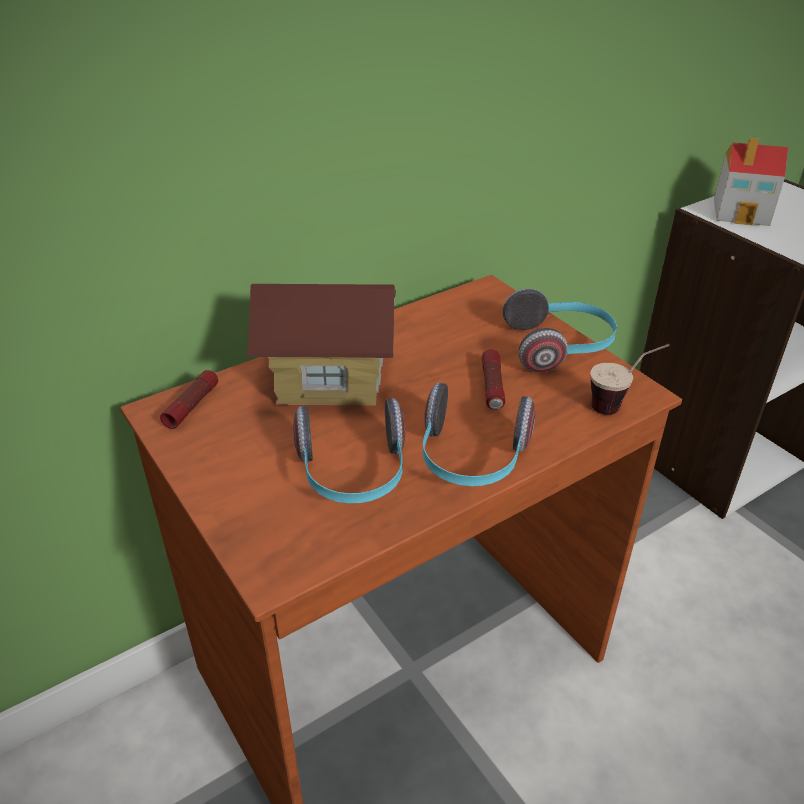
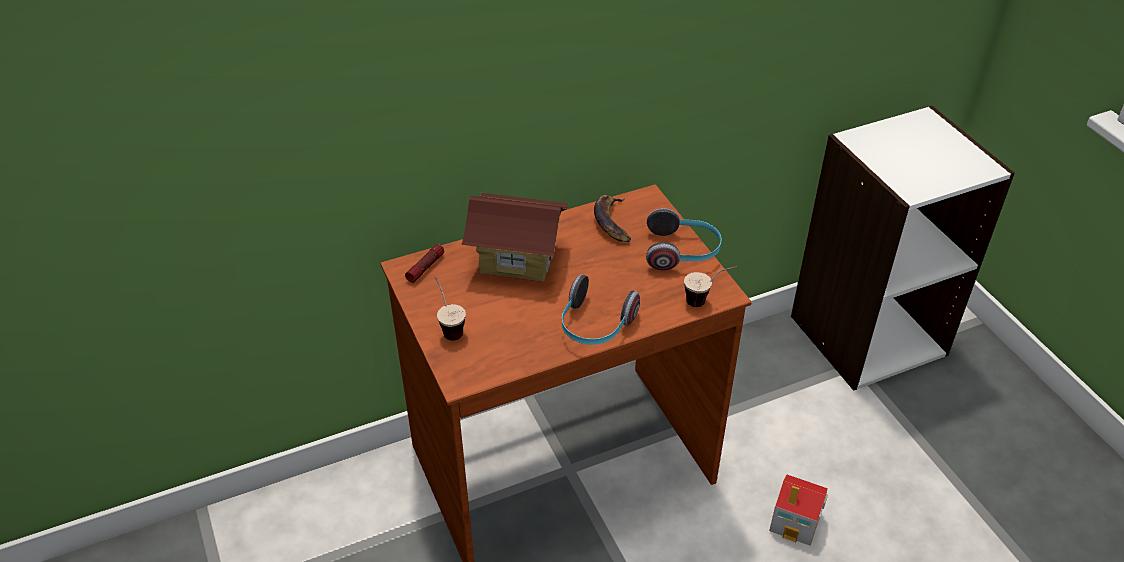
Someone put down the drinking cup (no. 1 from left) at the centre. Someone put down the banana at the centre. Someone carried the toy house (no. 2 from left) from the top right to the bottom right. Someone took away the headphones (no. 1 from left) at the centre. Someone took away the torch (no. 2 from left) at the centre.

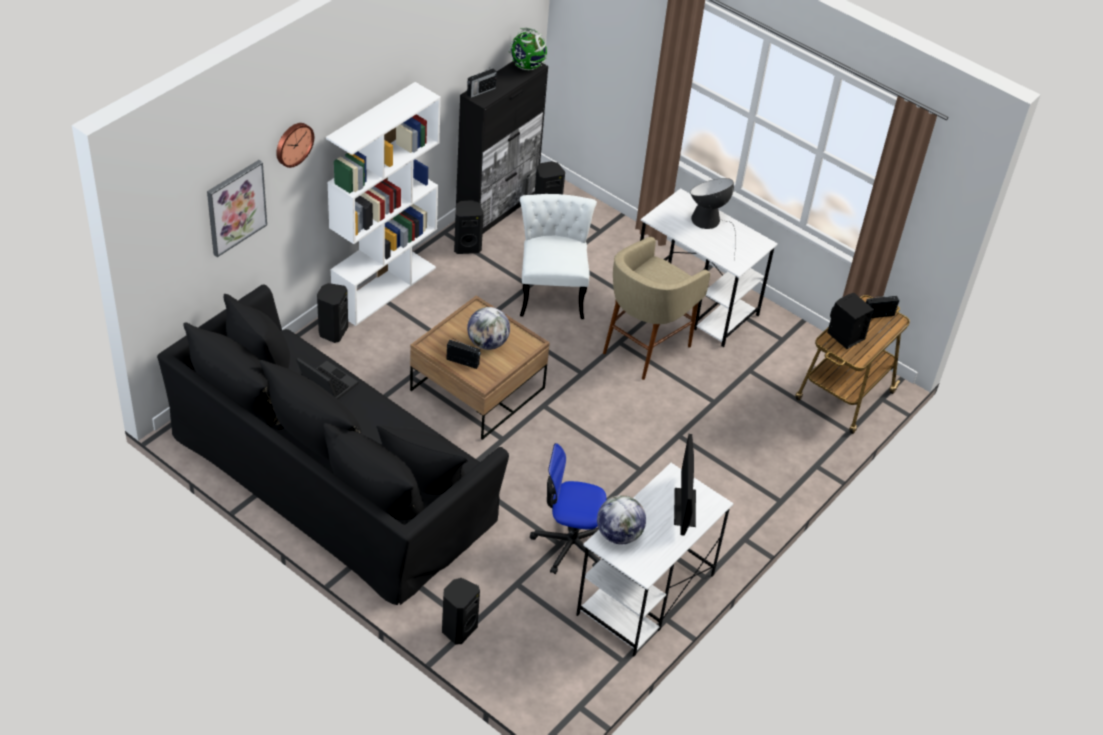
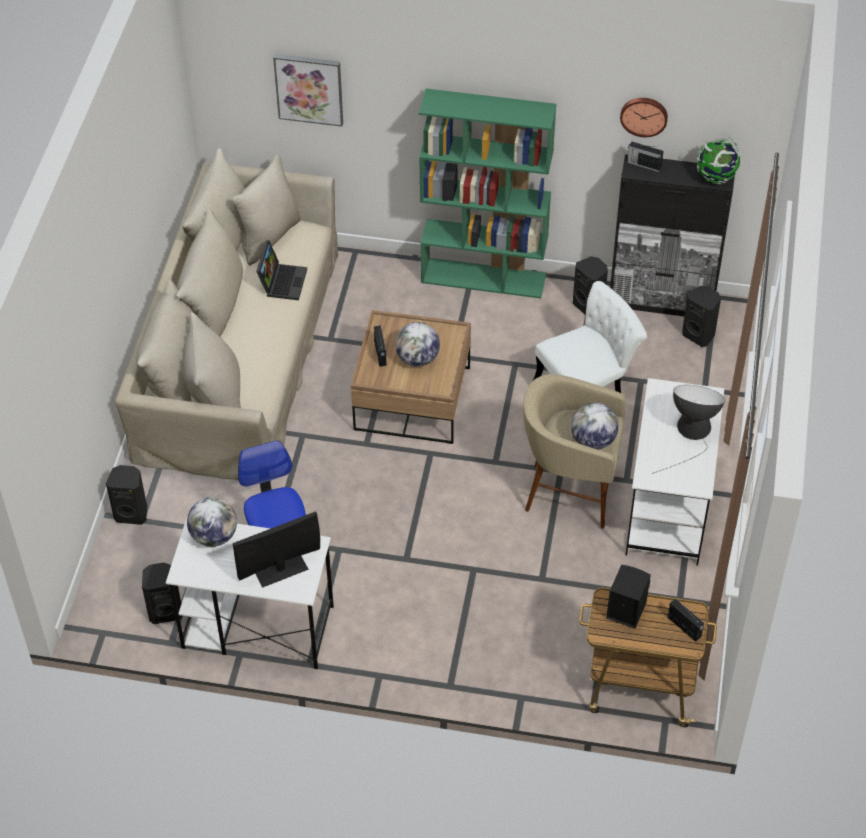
Someone repainted the black couch at the middle left, which became the beige couch at the middle left. Someone carried the black speaker (no. 1 from left in the first image) from the middle left to the bottom left. Someone repainted the white-coloured bookcase at the top centre, which became the green bookcase at the top centre. Someone put down the world globe (no. 3 from left) at the middle right. Someone carried the wall clock from the top left to the top right.

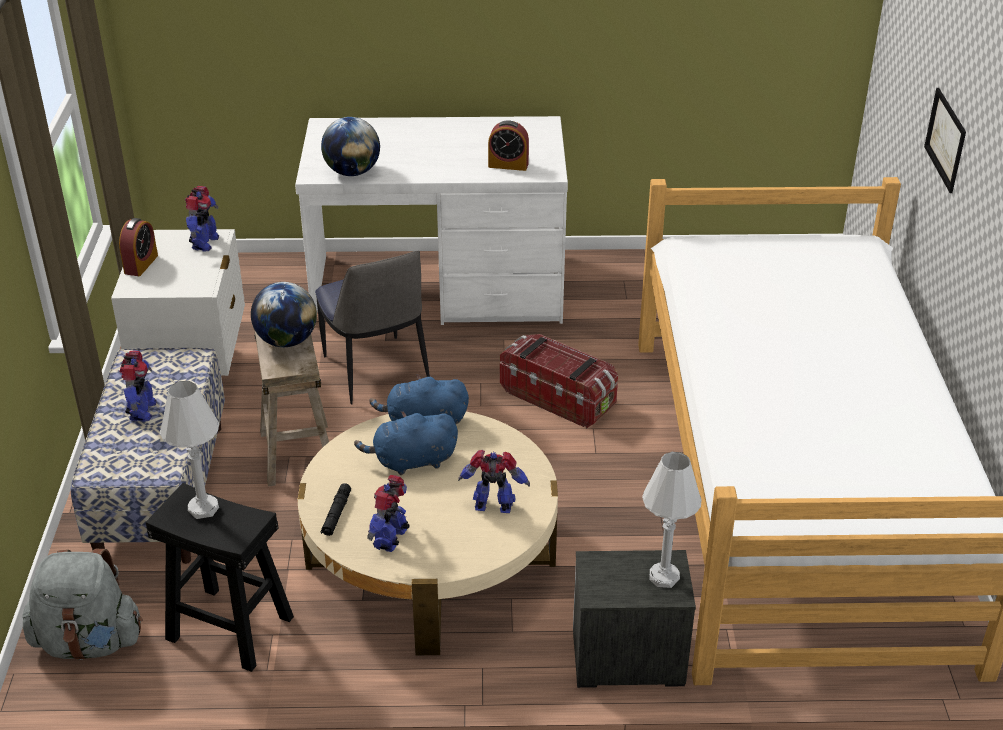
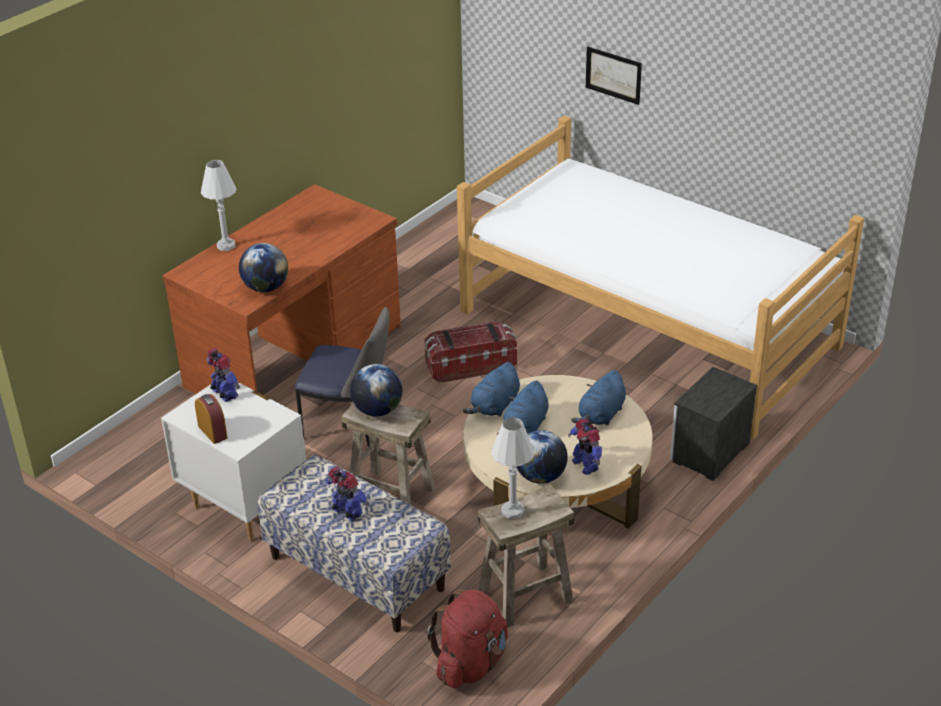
Someone repainted the white-coloured desk table at the top centre, which became the brownish desk table at the middle left. Someone carried the white-coloured table lamp (no. 2 from left in the first image) from the bottom right to the top left. Someone repainted the greyish backpack at the bottom left, which became the red backpack at the bottom centre. Someone repainted the black stool seat at the bottom left, which became the beige stool seat (no. 2 from left) at the bottom centre. Someone swapped the black torch at the bottom centre for the world globe (no. 3 from left) at the centre. Someone swapped the model robot (no. 4 from left) at the centre for the bluish cuddly toy (no. 3 from left) at the centre. Someone took away the bedside clock (no. 2 from left) at the top centre.

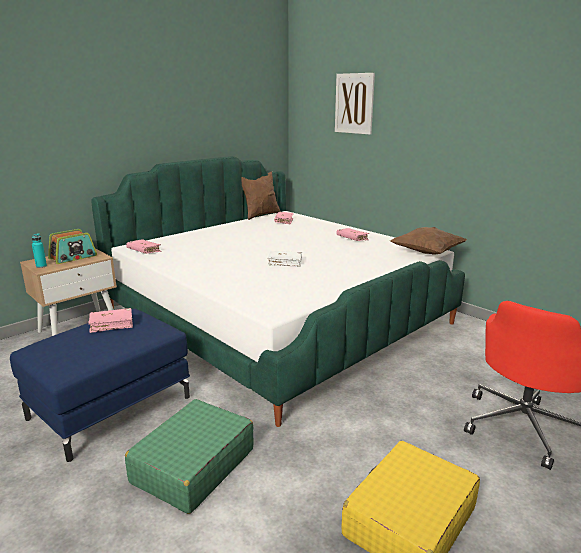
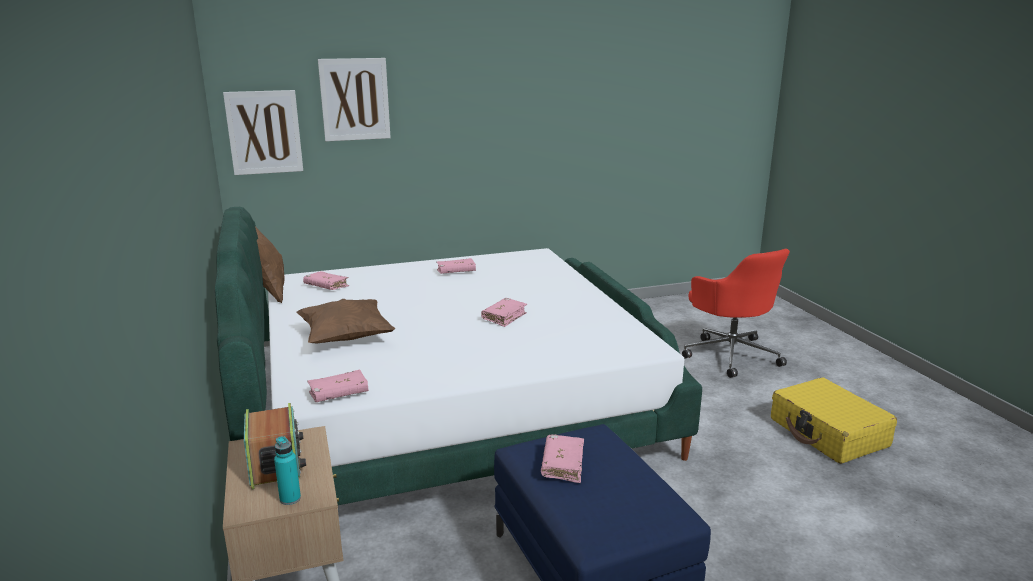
Someone put up the wall art (no. 1 from left) at the top left. Someone carried the brownish throw pillow (no. 2 from left) from the middle right to the centre. Someone repainted the white-coloured book at the centre, which became the pinkish book (no. 4 from left) at the centre. Someone took away the green suitcase at the bottom left.

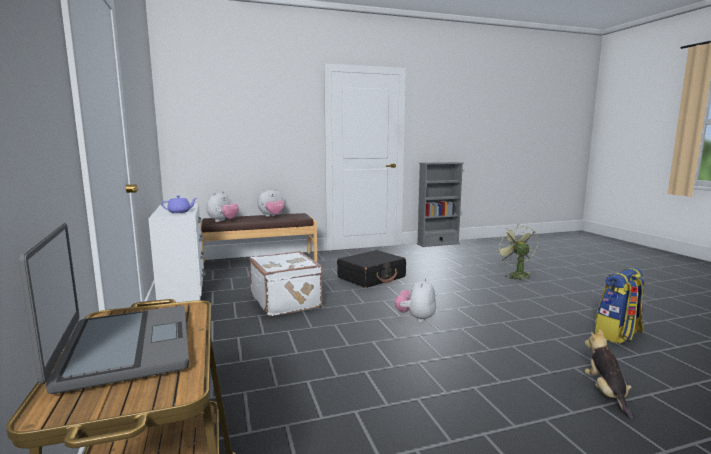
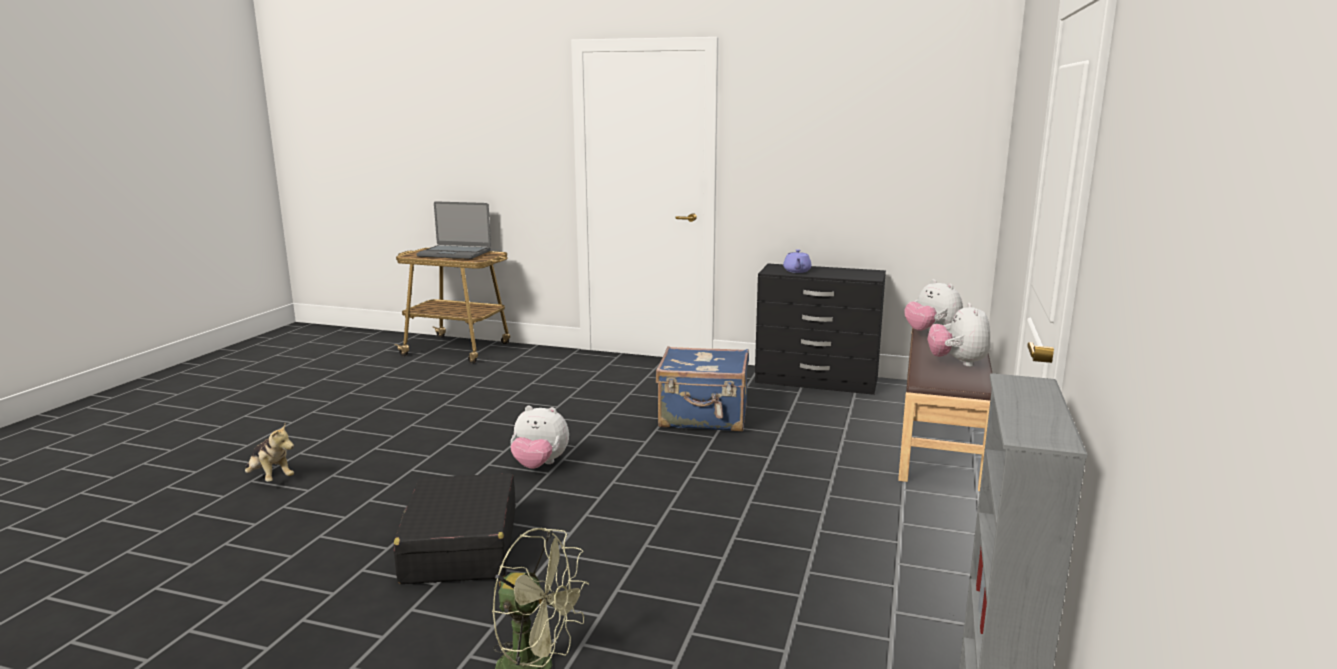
Someone carried the black suitcase from the centre to the bottom centre. Someone rotated the cuddly toy (no. 3 from left in the first image) at the centre by 135 degrees clockwise. Someone repainted the white-coloured suitcase at the centre, which became the bluish suitcase at the centre. Someone repainted the white-coloured dresser at the middle left, which became the black dresser at the centre. Someone took away the backpack at the bottom right.

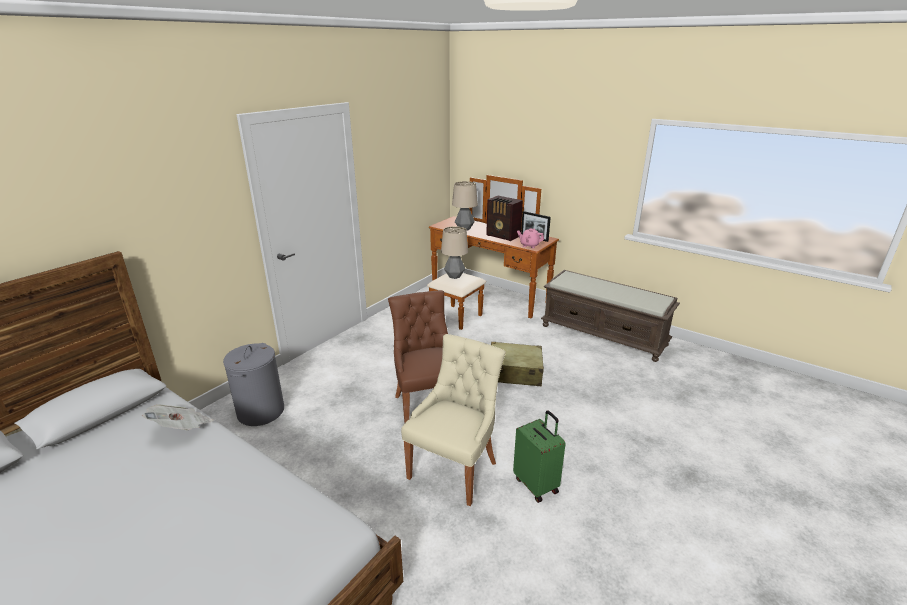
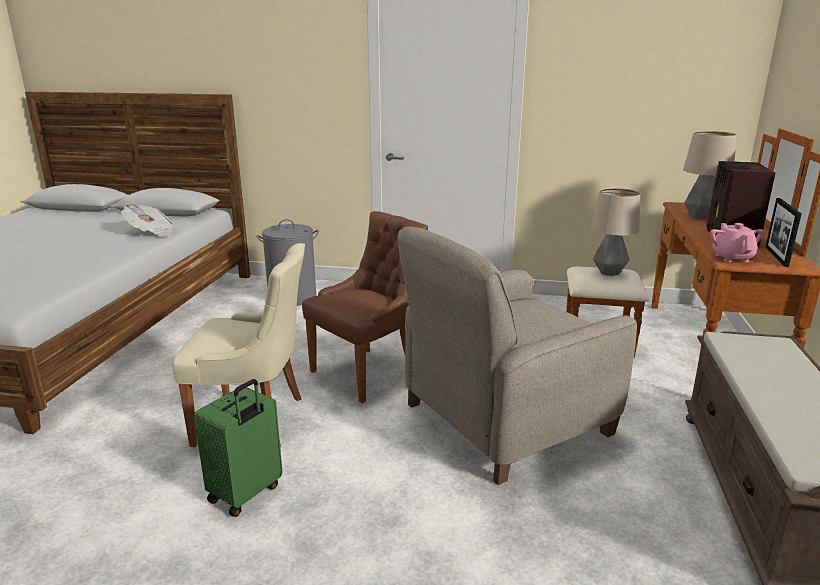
Someone swapped the beige suitcase at the centre for the beige armchair at the centre.

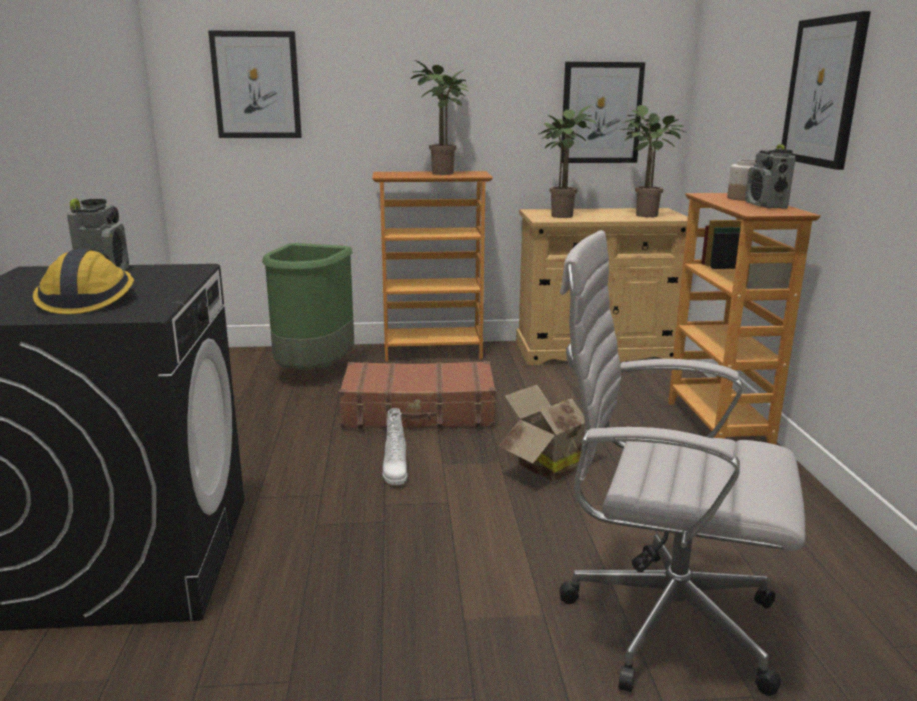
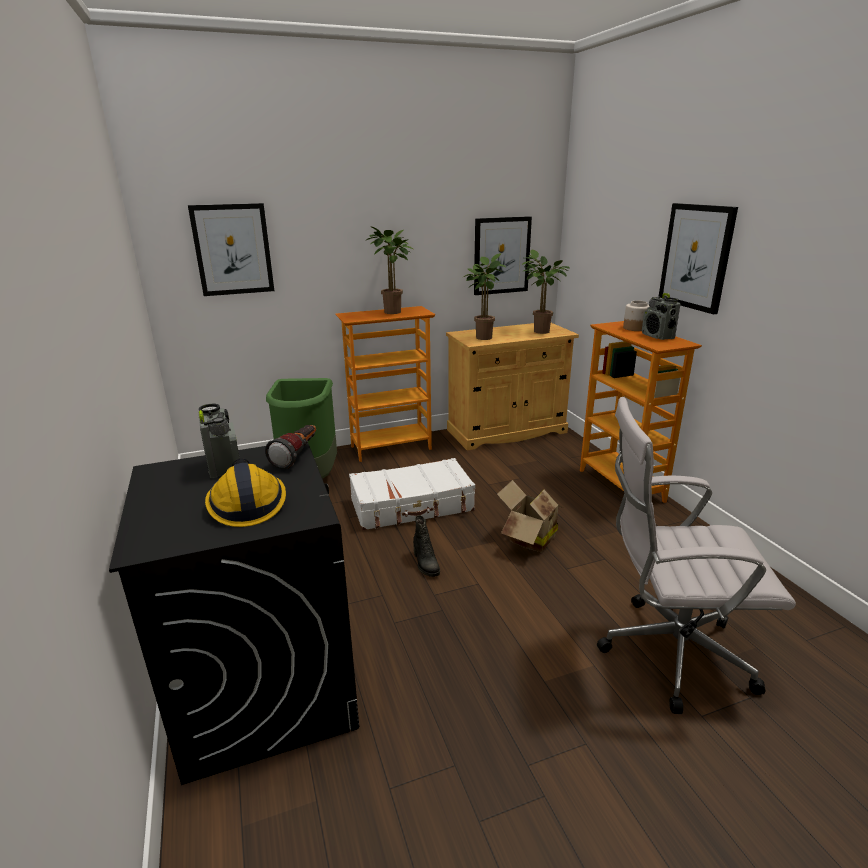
Someone put down the torch at the centre. Someone repainted the brownish suitcase at the centre, which became the white-coloured suitcase at the centre. Someone repainted the white-coloured boot at the centre, which became the black boot at the centre.

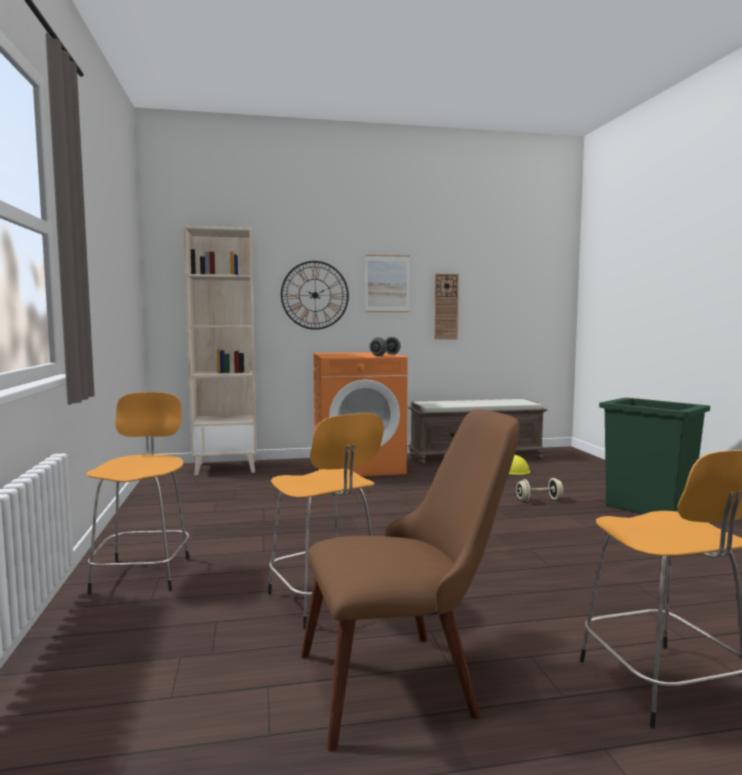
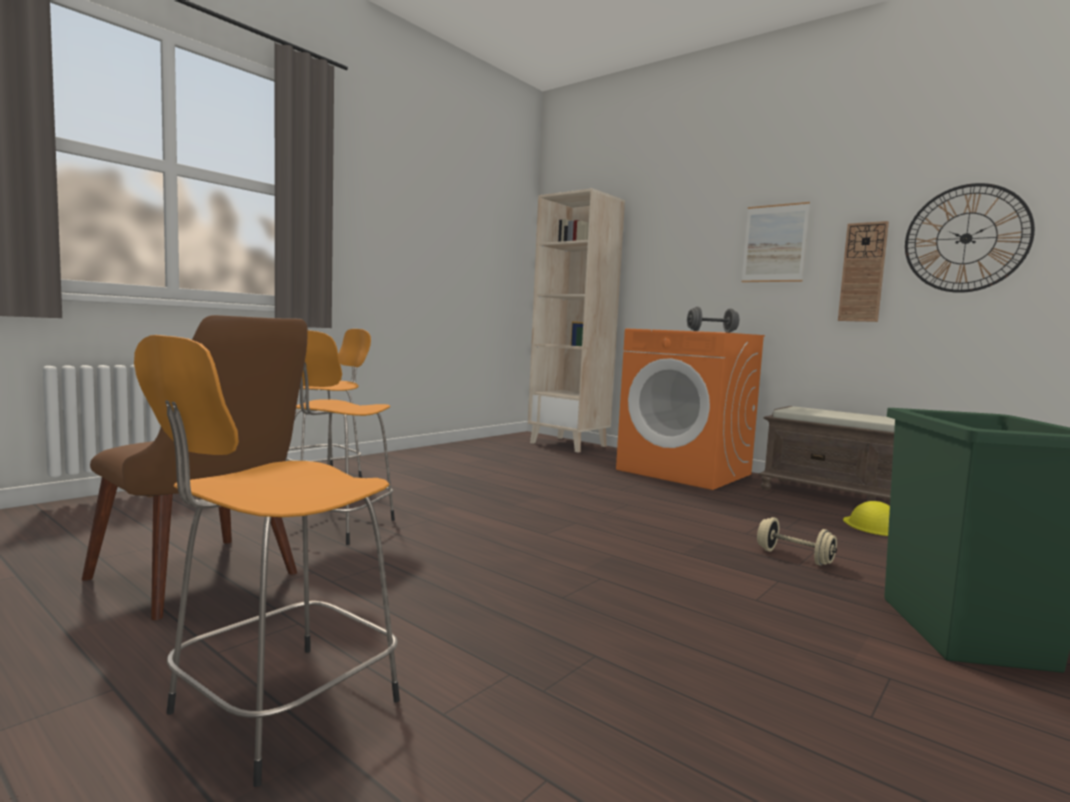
Someone carried the wall clock (no. 1 from left in the first image) from the centre to the top right.

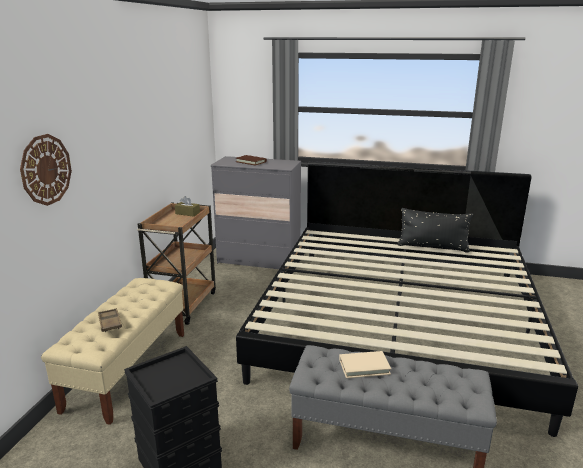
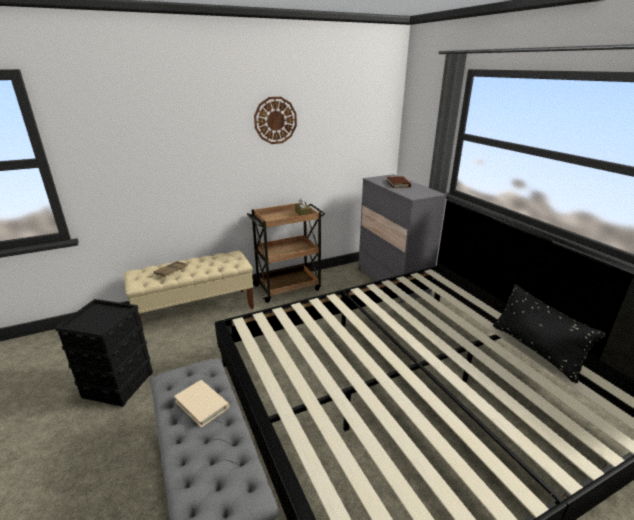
Someone carried the wall clock from the middle left to the top centre.

